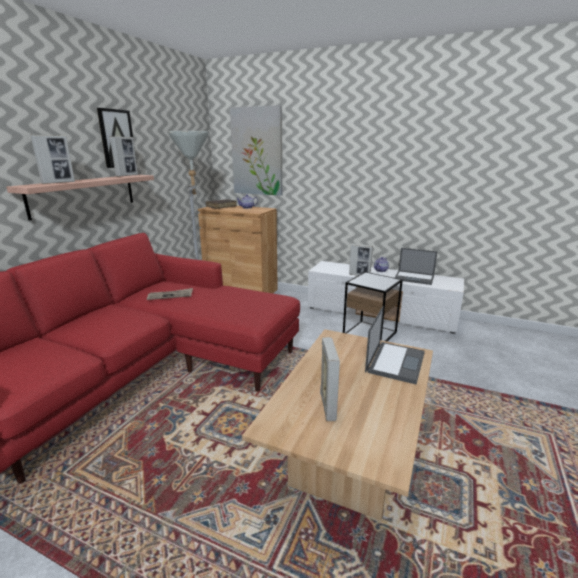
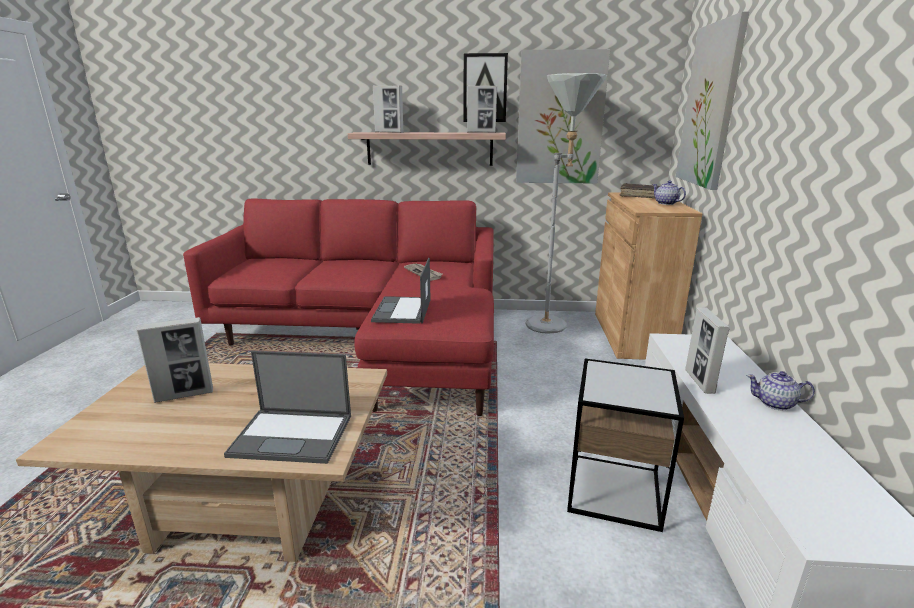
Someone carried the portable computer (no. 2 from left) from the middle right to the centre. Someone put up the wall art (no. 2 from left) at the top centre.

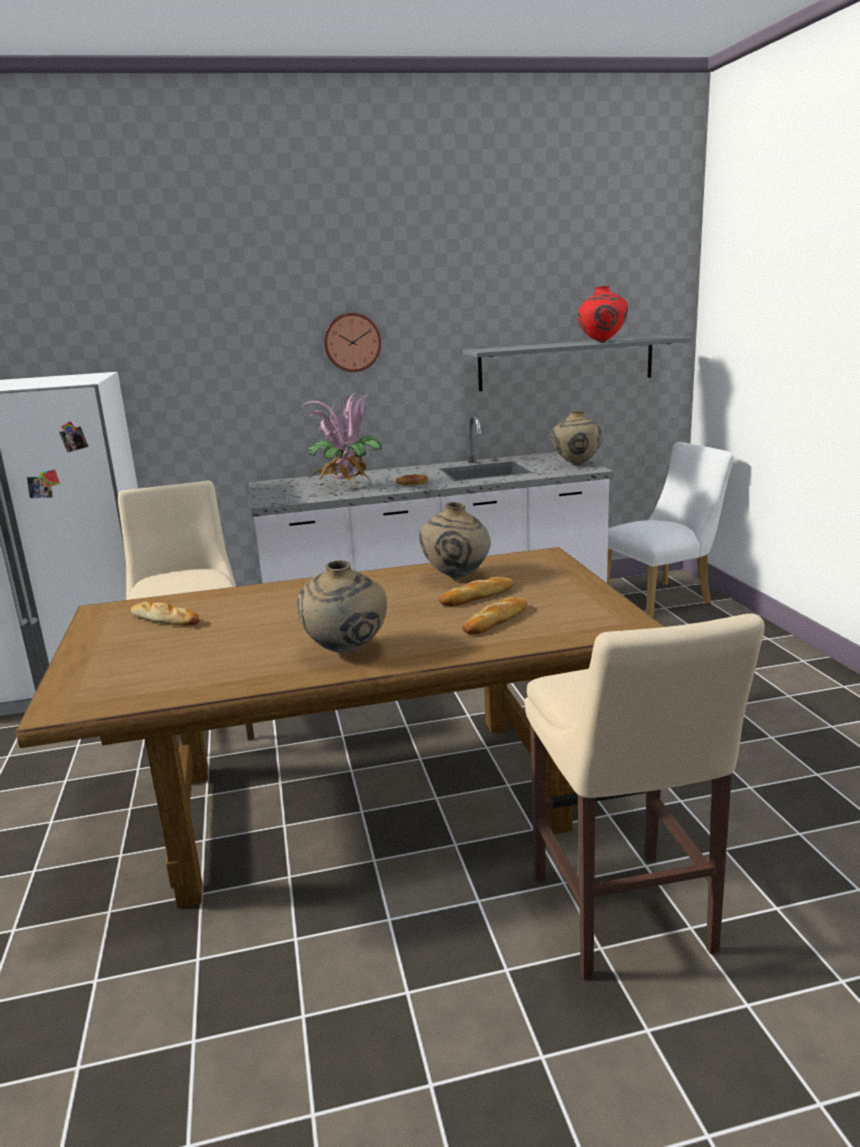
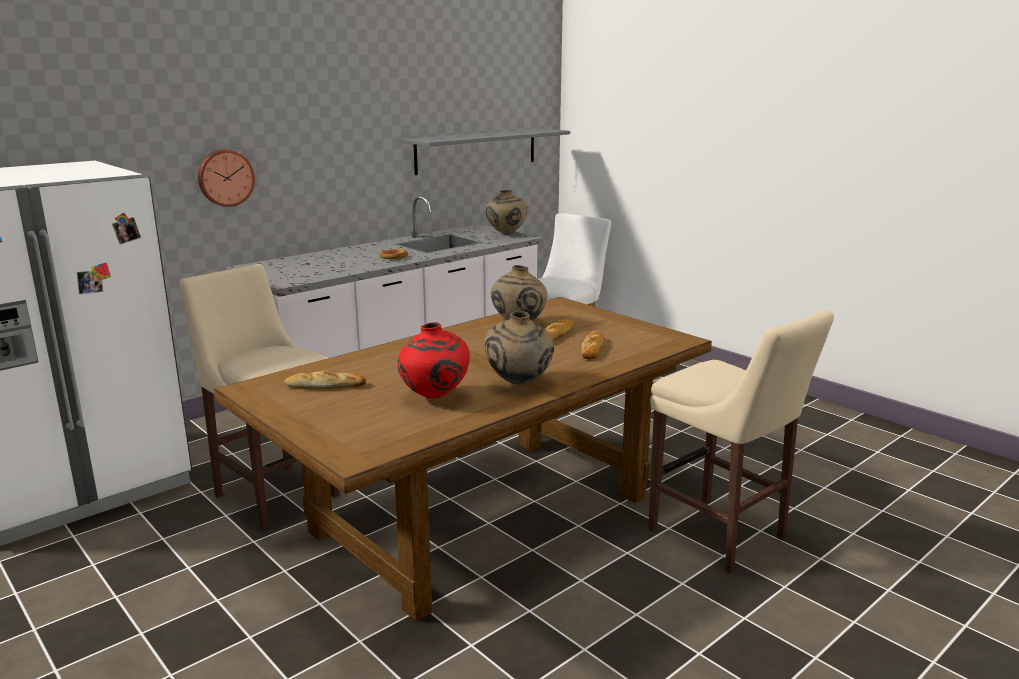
Someone carried the wall clock from the top centre to the top left. Someone carried the red vase from the top right to the centre. Someone took away the potted plant at the centre.

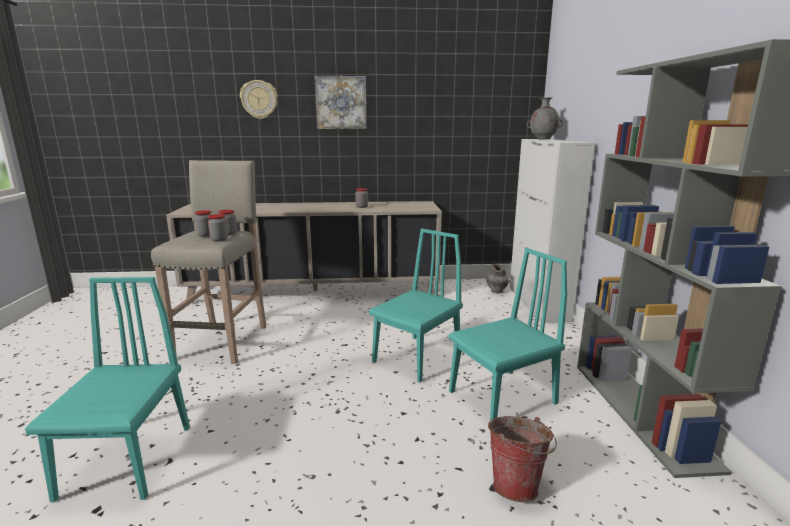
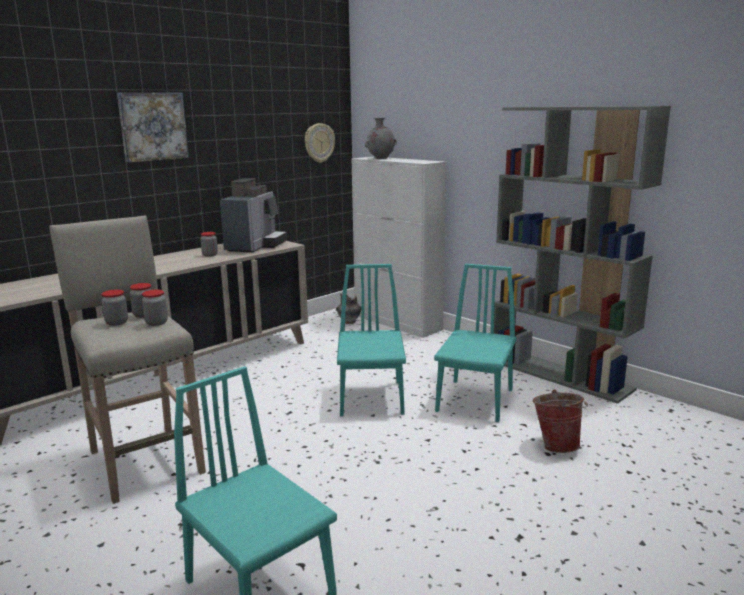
Someone put down the coffee maker at the centre. Someone carried the wall clock from the top left to the top centre.

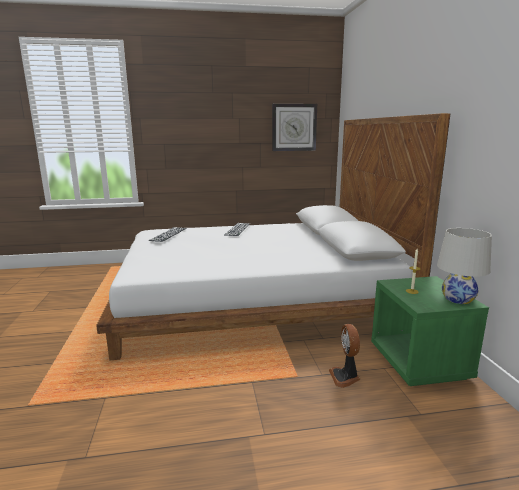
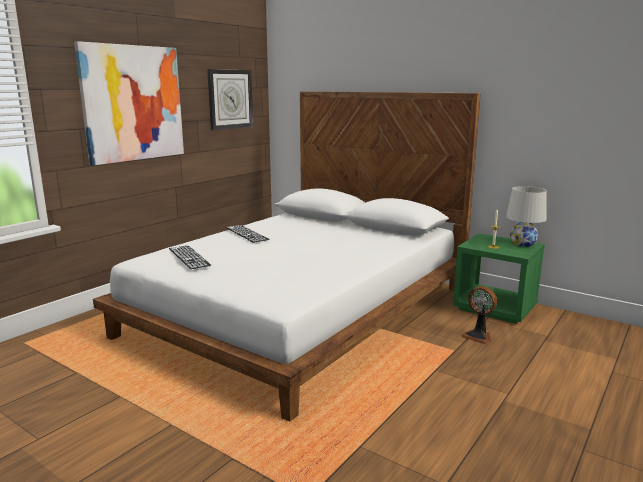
Someone put up the wall art at the top left.

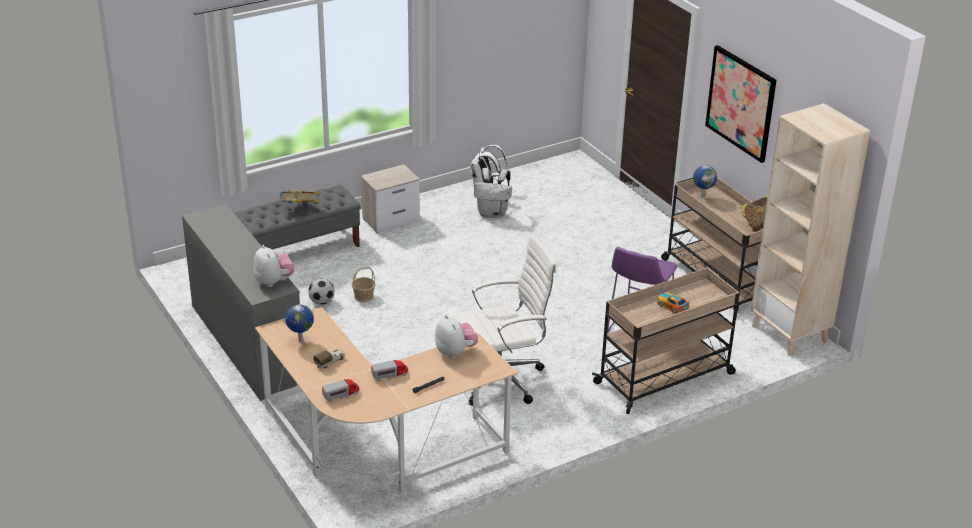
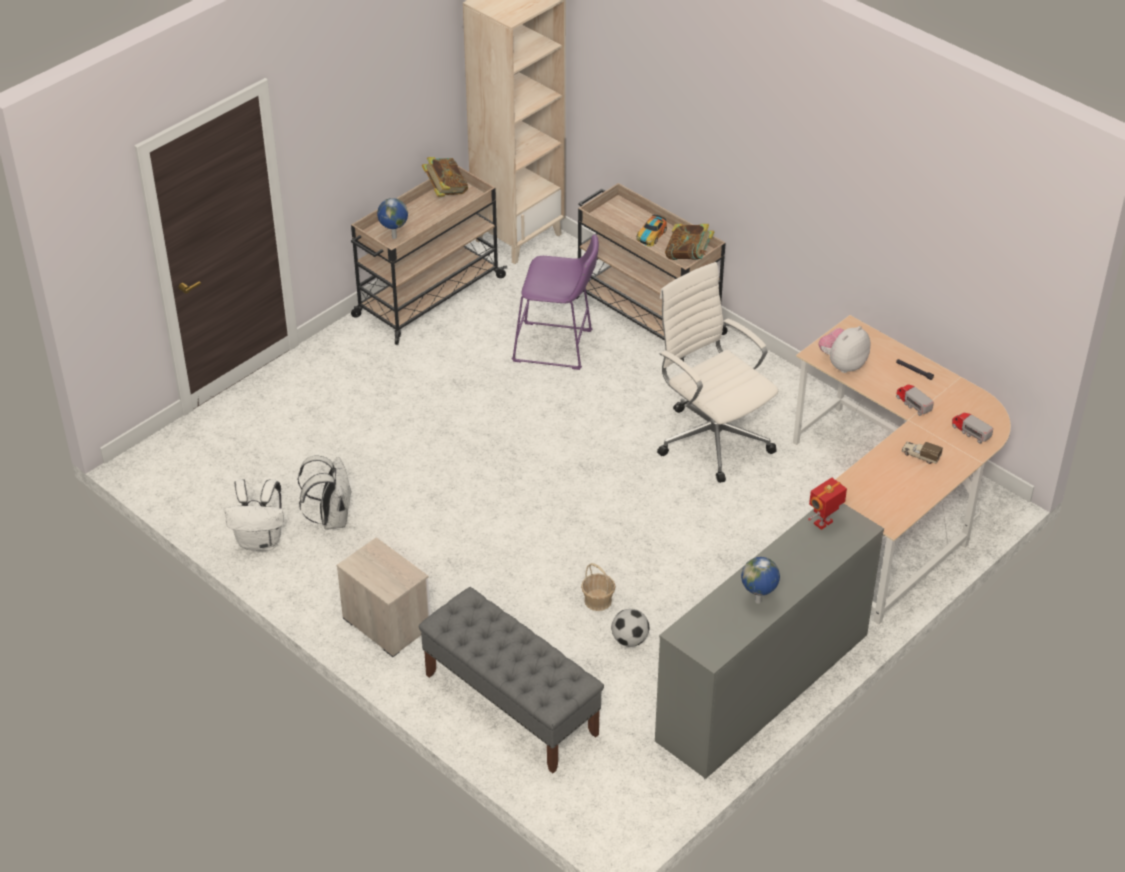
Someone carried the book (no. 1 from left in the first image) from the middle left to the top centre. Someone carried the world globe (no. 1 from left in the first image) from the middle left to the middle right. Someone swapped the cuddly toy (no. 1 from left) at the middle left for the model robot at the middle right. Someone took away the wall art at the top right.

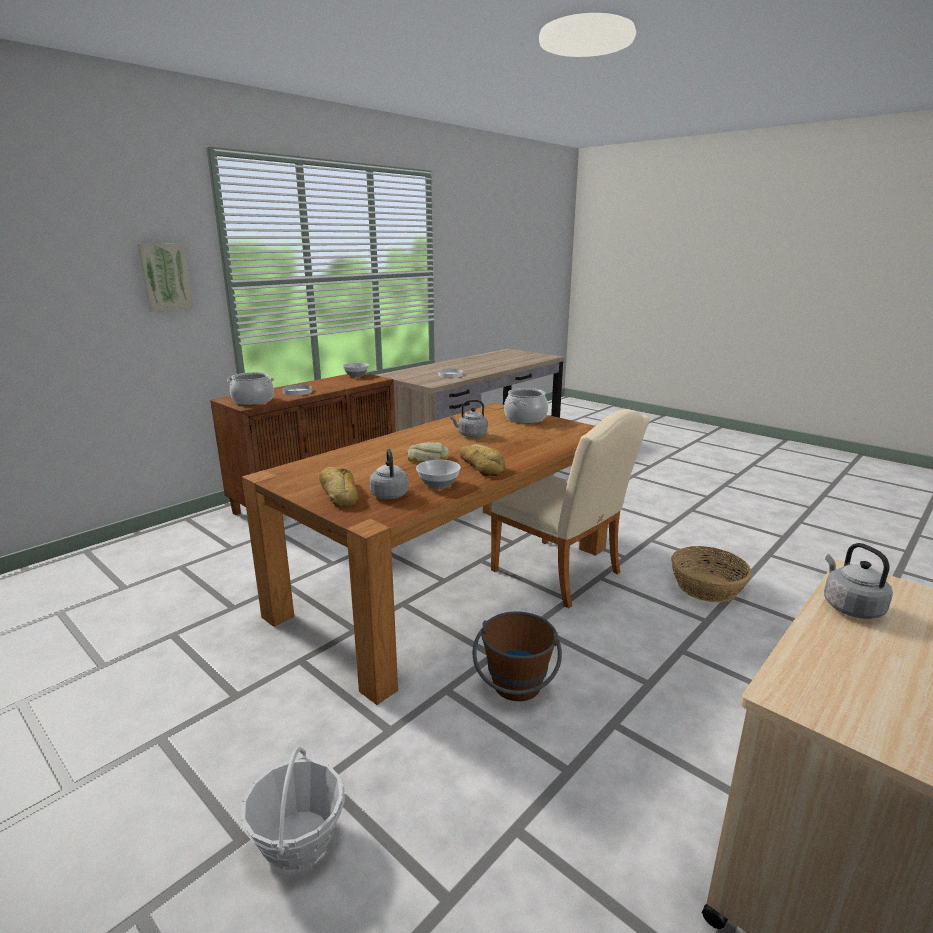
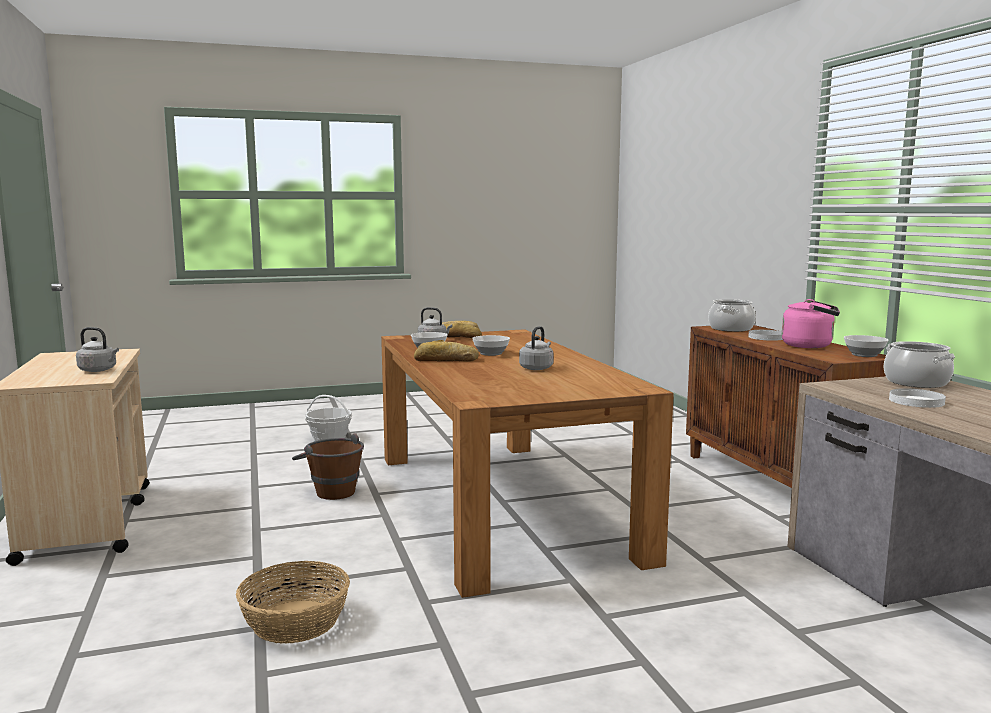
Someone swapped the bakery bread (no. 2 from left) at the centre for the serving bowl (no. 2 from left) at the centre. Someone put down the pinkish tea kettle at the middle right. Someone carried the saucepot (no. 2 from left) from the centre to the middle right. Someone took away the wall art at the top left. Someone took away the beige plain chair at the centre.

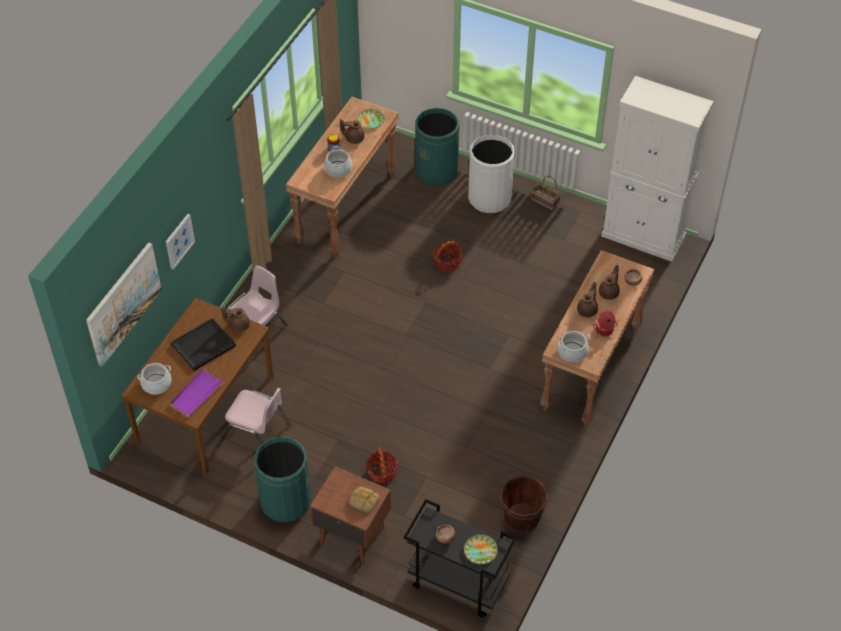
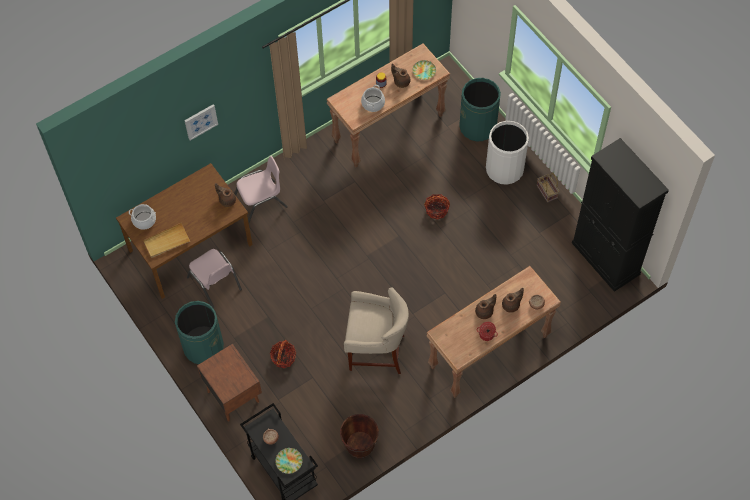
Someone repainted the purple-coloured tray at the middle left, which became the beige tray at the middle left. Someone put down the beige stool seat at the centre. Someone repainted the white-coloured storage cabinet at the top right, which became the black storage cabinet at the middle right. Someone took away the wall art (no. 1 from left) at the middle left. Someone took away the black tray at the middle left. Someone took away the bakery bread at the bottom centre. Someone took away the saucepot (no. 3 from left) at the middle right.

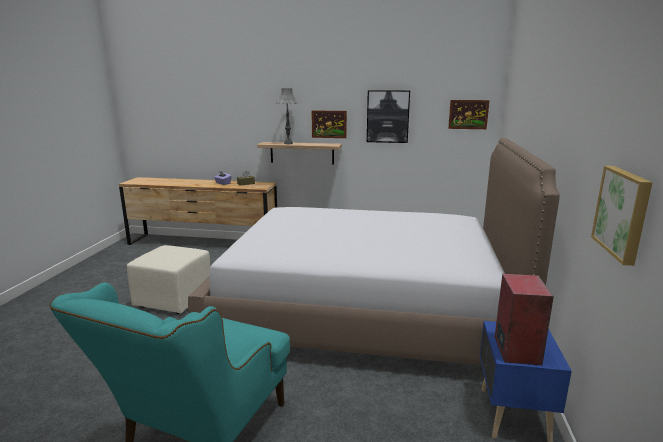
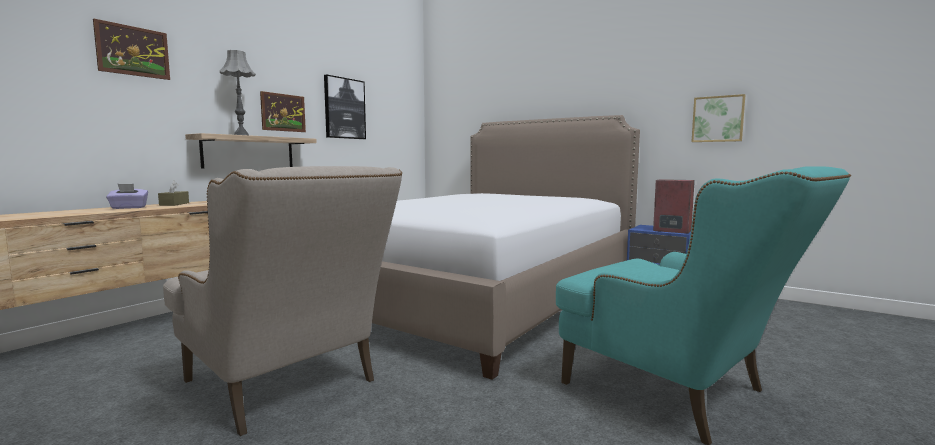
Someone carried the wall art (no. 3 from left in the first image) from the top right to the top left. Someone swapped the beige ottoman at the middle left for the beige armchair at the bottom left.

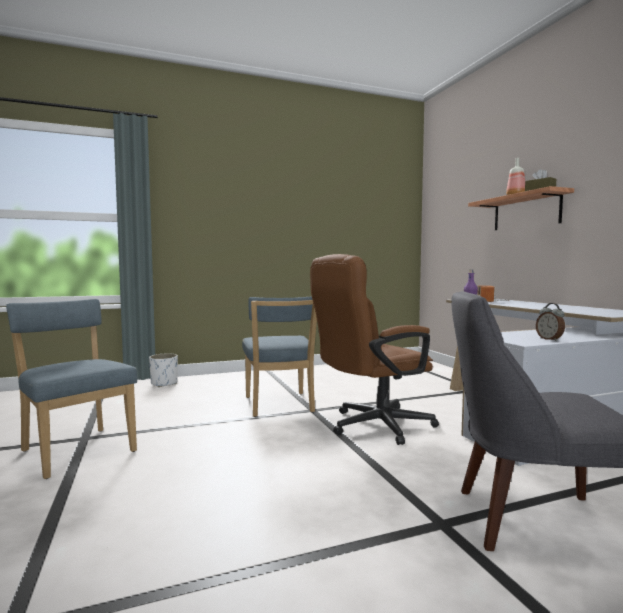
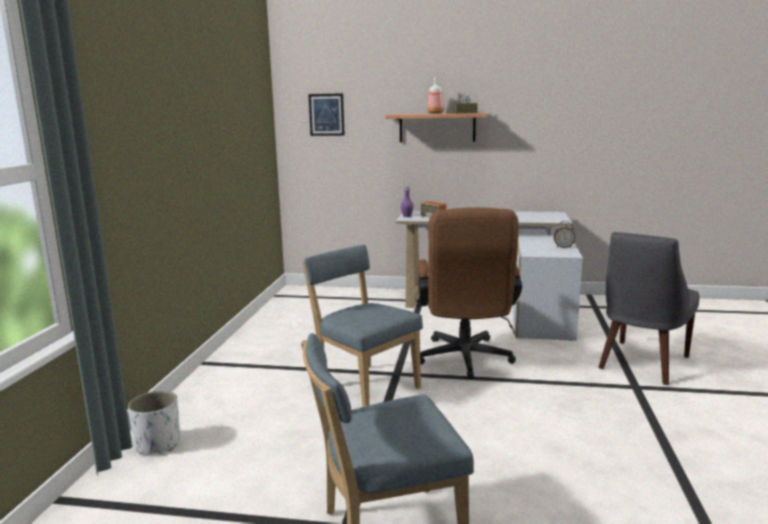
Someone rotated the bluish plain chair (no. 2 from left in the first image) at the centre by 150 degrees counterclockwise. Someone put up the wall art at the top centre.

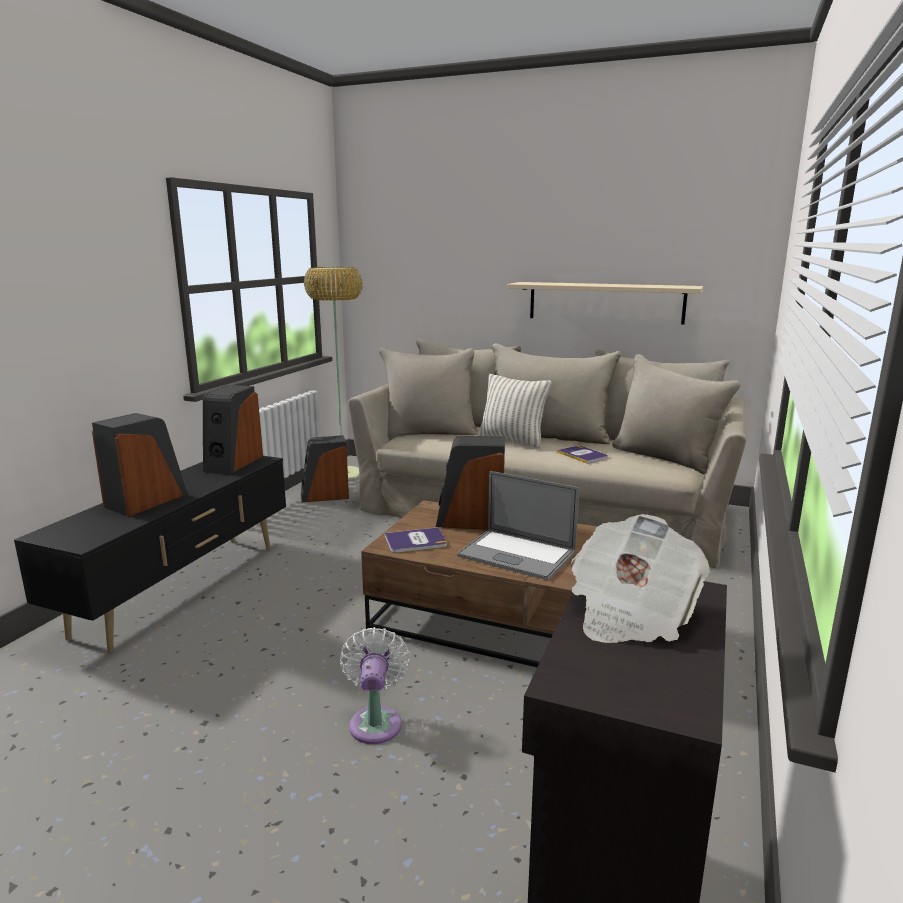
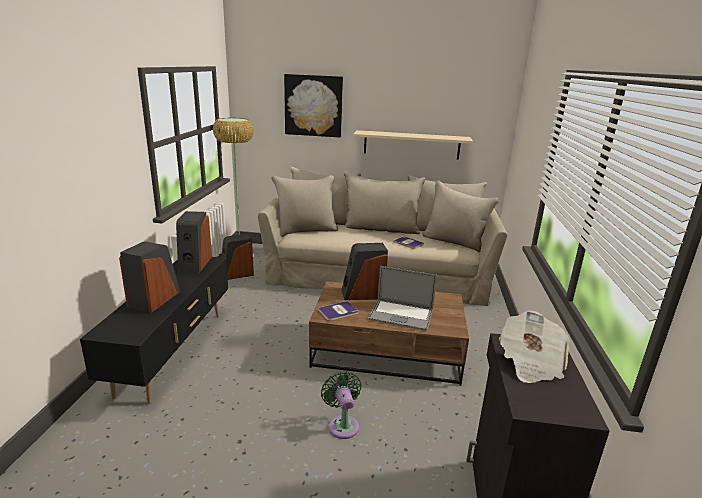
Someone put up the wall art at the top centre. Someone repainted the white-coloured fan at the bottom centre, which became the green fan at the bottom centre. Someone took away the throw pillow at the centre.

